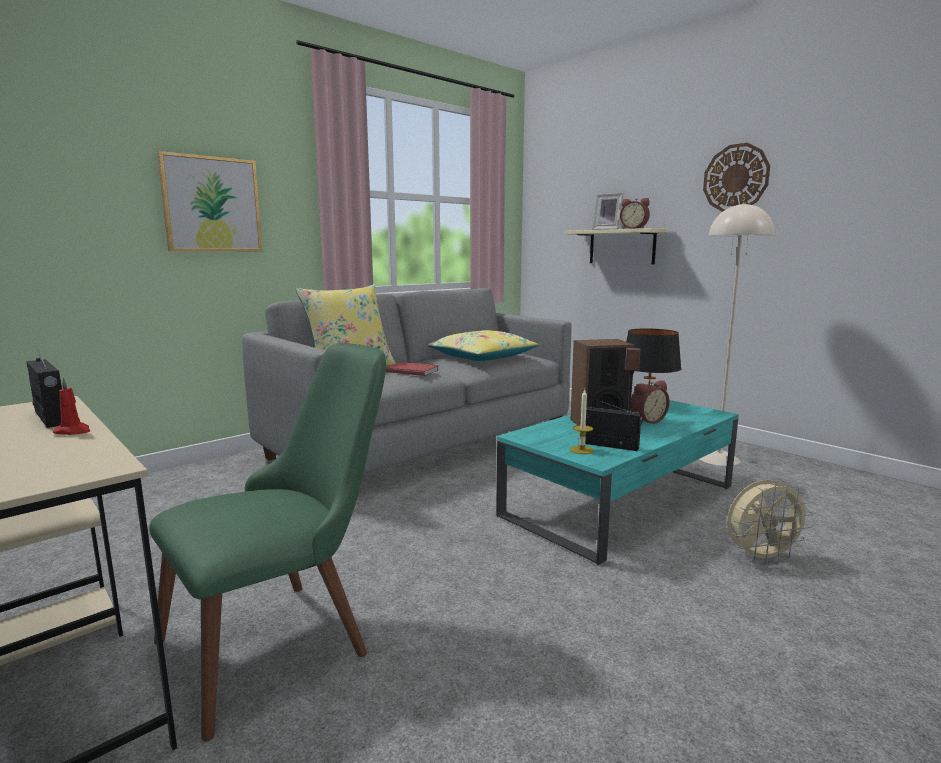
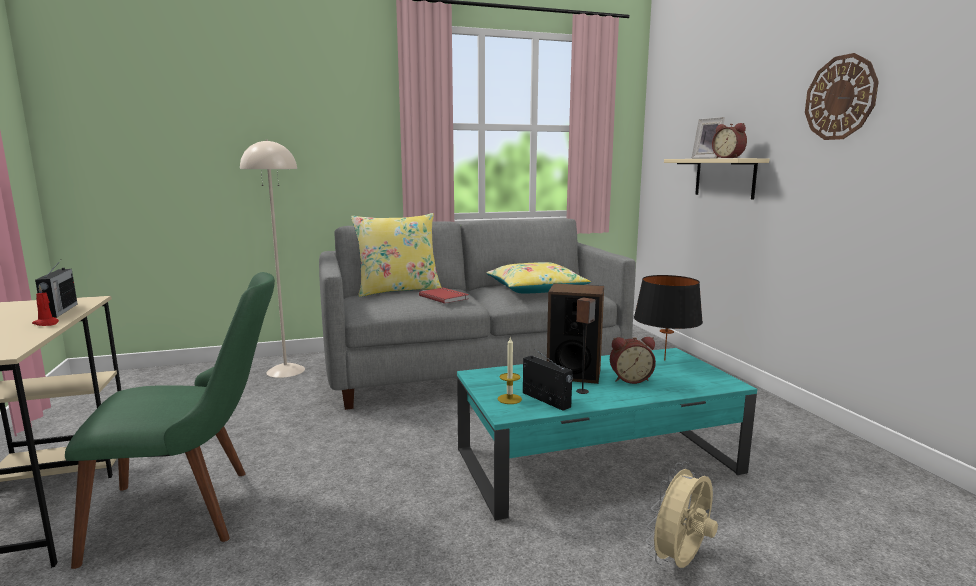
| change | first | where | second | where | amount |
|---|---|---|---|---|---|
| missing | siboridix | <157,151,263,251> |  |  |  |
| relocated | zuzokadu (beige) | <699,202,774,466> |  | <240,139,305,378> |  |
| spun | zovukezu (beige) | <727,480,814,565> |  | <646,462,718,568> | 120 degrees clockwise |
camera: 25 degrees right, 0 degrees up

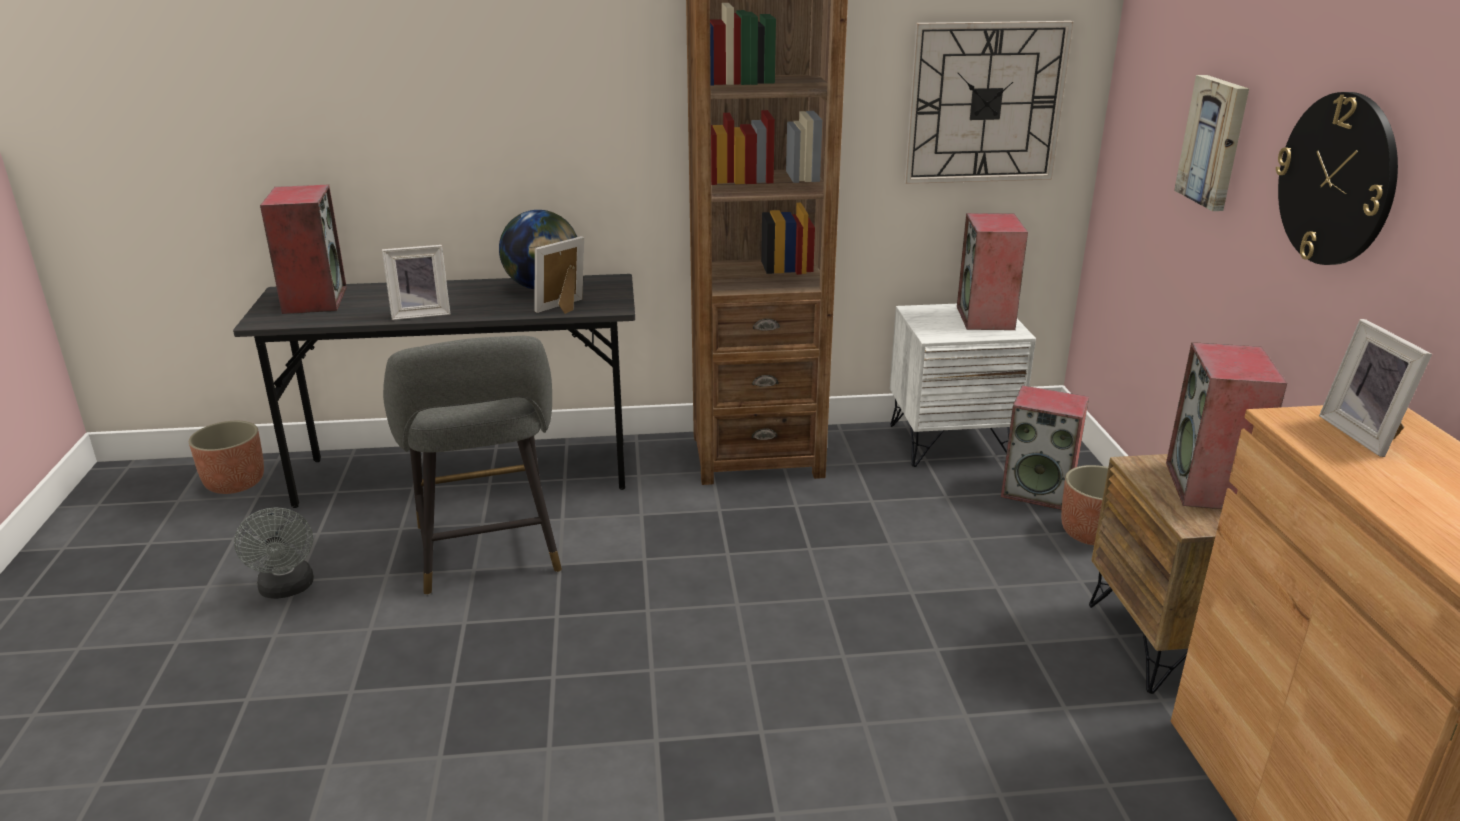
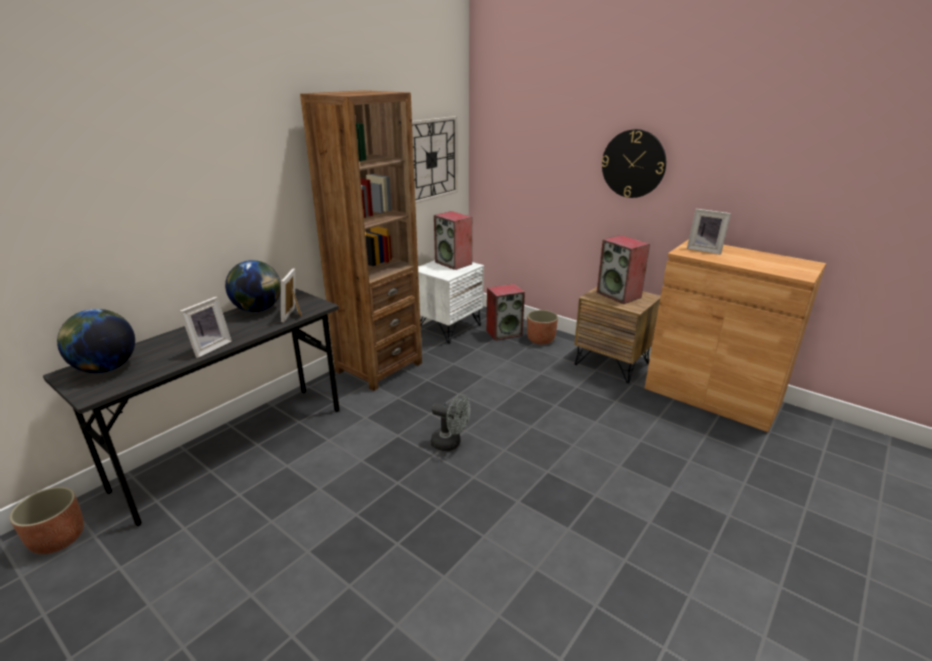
| change | first | where | second | where | amount |
|---|---|---|---|---|---|
| missing | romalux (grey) | <383,336,562,595> |  |  |  |
| missing | siboridix | <1174,75,1249,211> |  |  |  |
| relocated | zovukezu (grey) | <234,508,314,599> |  | <431,394,470,451> |  |
| exchanged | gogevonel | <260,185,347,314> | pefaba | <57,309,135,373> |  |
camera: 45 degrees left, 0 degrees up

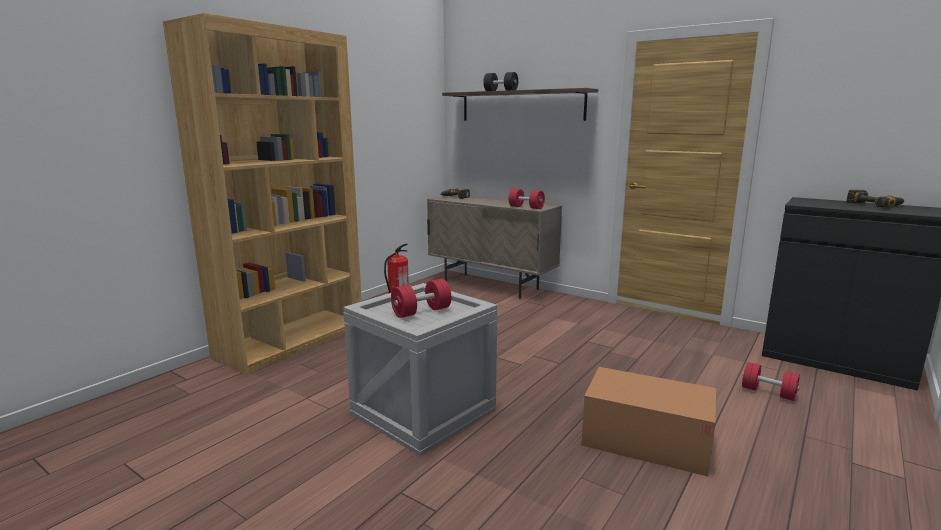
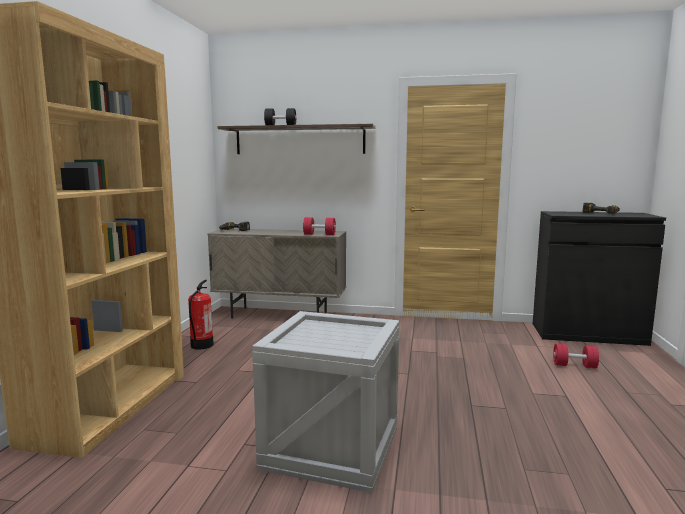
| change | first | where | second | where | amount |
|---|---|---|---|---|---|
| missing | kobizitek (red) | <391,279,451,318> |  |  |  |
| missing | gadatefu | <581,367,716,476> |  |  |  |
camera: 25 degrees left, 5 degrees down

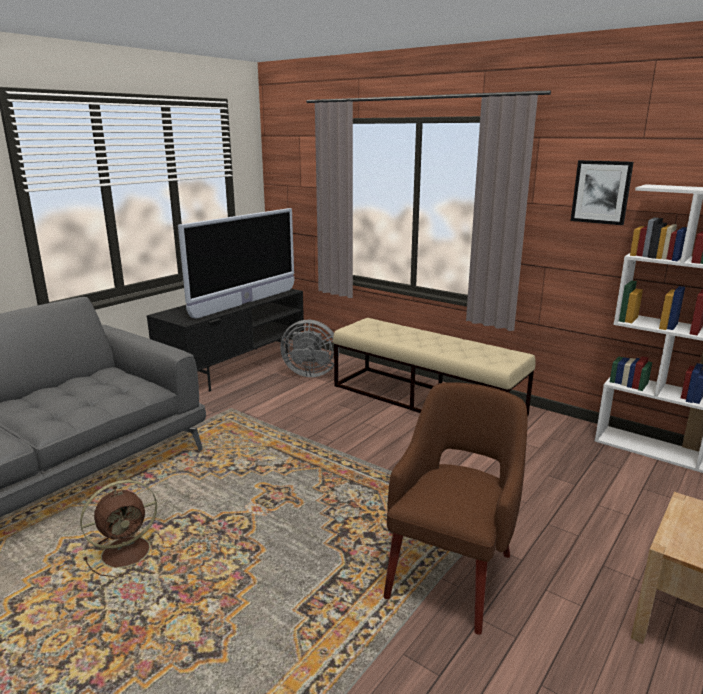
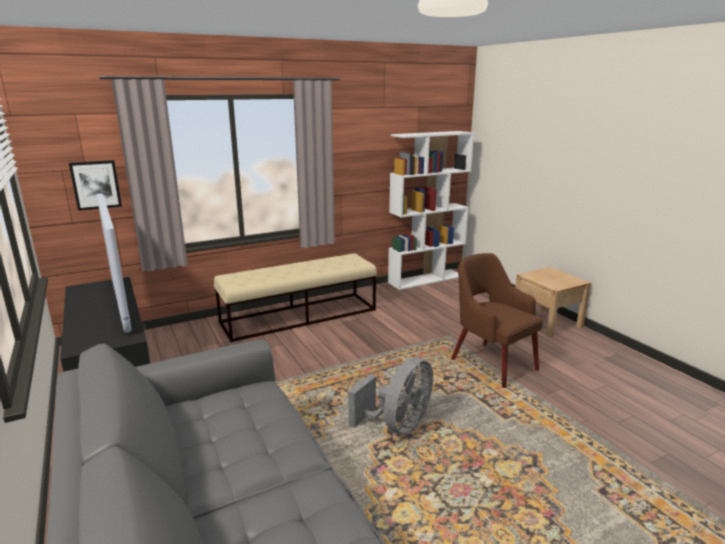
| change | first | where | second | where | amount |
|---|---|---|---|---|---|
| missing | zovukezu (brown) | <80,480,164,577> |  |  |  |
| relocated | zovukezu (grey) | <280,320,339,377> |  | <348,357,433,435> |  |
| relocated | siboridix | <571,160,634,225> |  | <69,160,122,211> |  |
camera: 65 degrees left, 0 degrees up

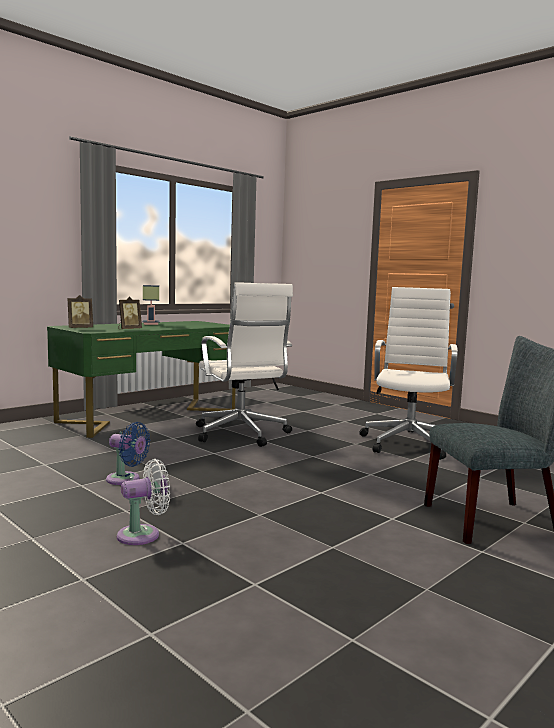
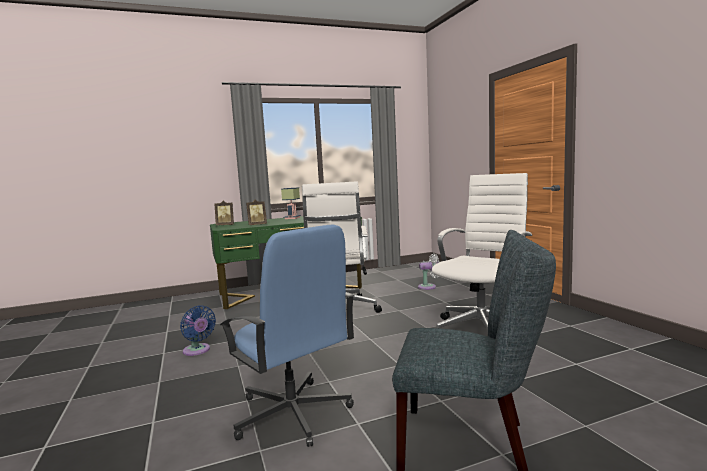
| change | first | where | second | where | amount |
|---|---|---|---|---|---|
| appeared |  |  | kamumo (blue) | <220,224,355,447> |  |
| relocated | zovukezu (white) | <117,459,170,545> |  | <418,254,440,290> |  |
camera: 25 degrees right, 0 degrees up

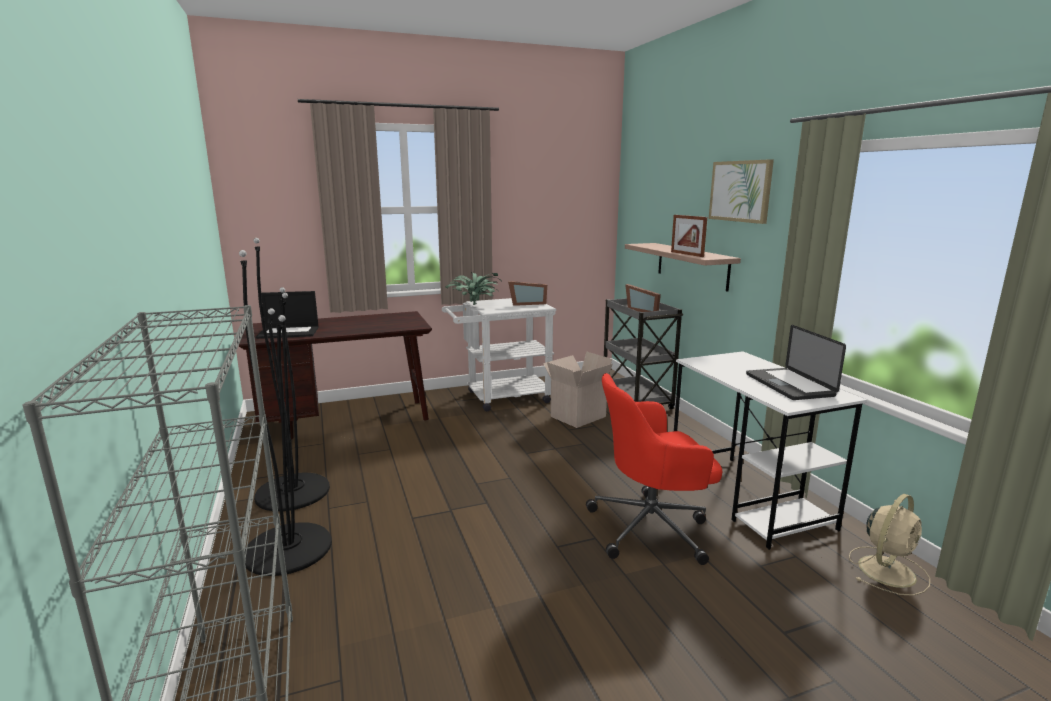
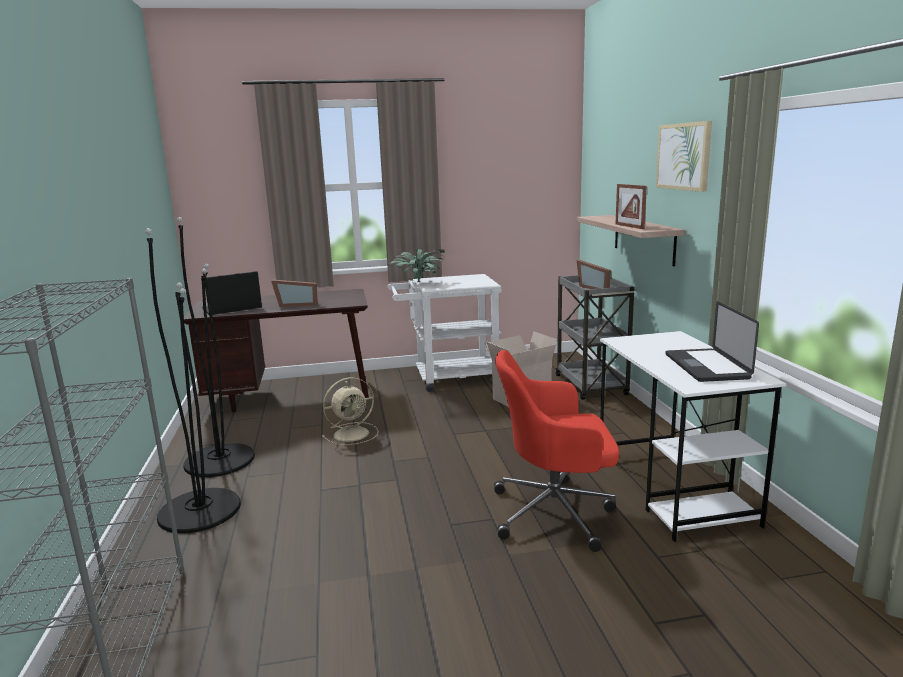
| change | first | where | second | where | amount |
|---|---|---|---|---|---|
| relocated | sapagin | <508,281,547,306> |  | <271,279,318,307> |  |
| relocated | zovukezu (beige) | <849,494,930,596> |  | <322,377,378,445> |  |
| spun | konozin | <256,291,319,339> |  | <202,271,262,315> | 150 degrees clockwise |
camera: 10 degrees right, 0 degrees up

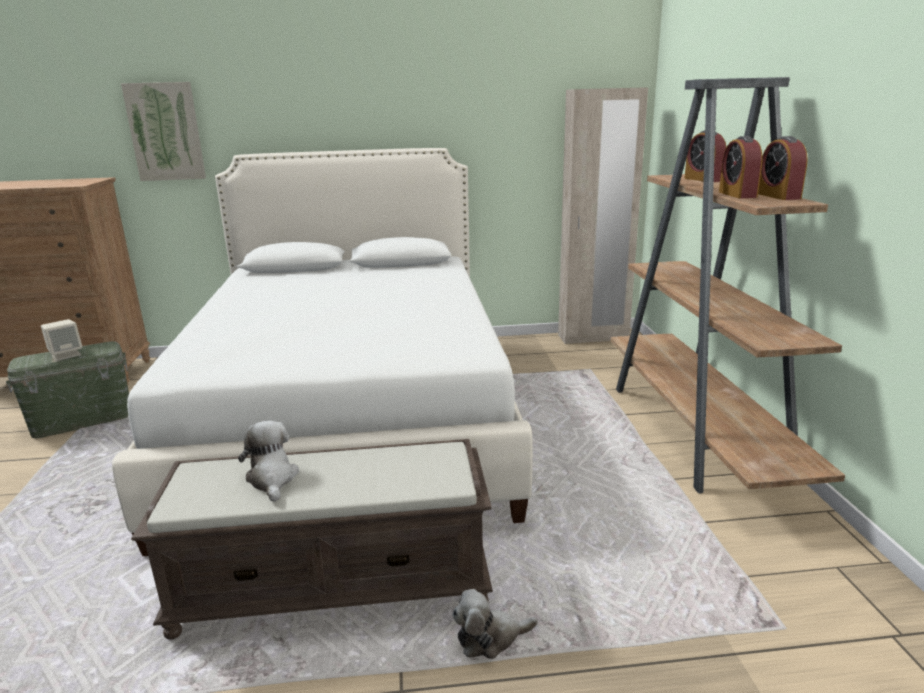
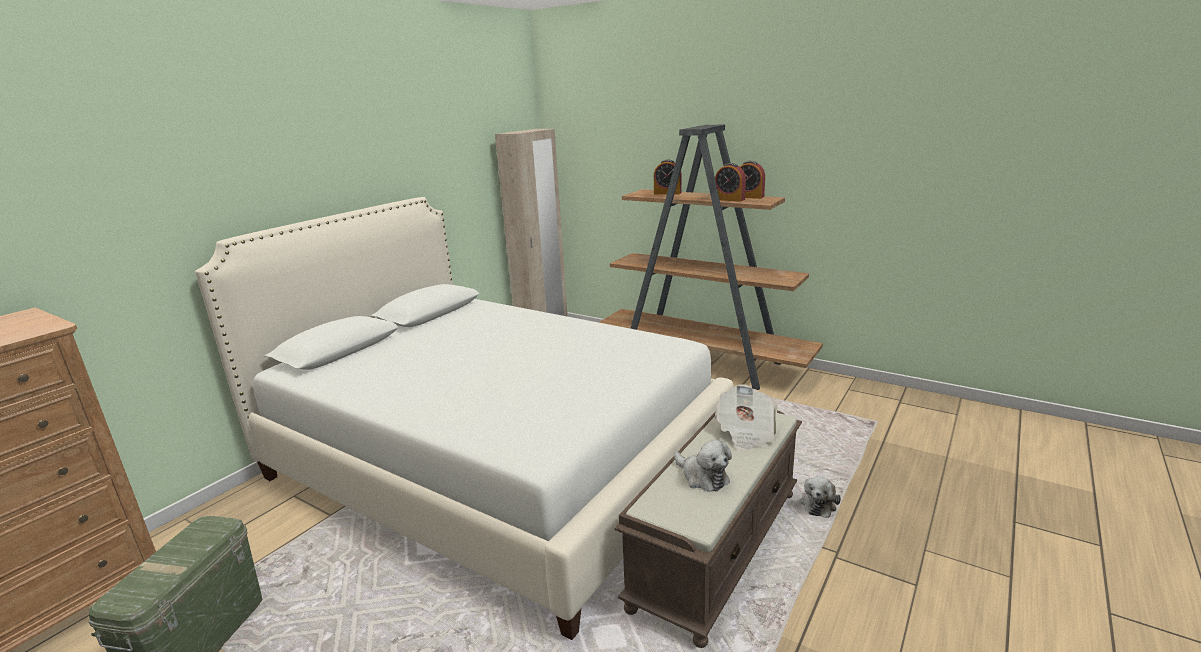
| change | first | where | second | where | amount |
|---|---|---|---|---|---|
| missing | gogevonel (beige) | <41,319,83,361> |  |  |  |
| missing | siboridix | <121,82,206,181> |  |  |  |
| appeared |  |  | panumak | <715,384,778,451> |  |
| spun | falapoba | <238,421,299,502> |  | <674,440,732,492> | 150 degrees counterclockwise |
camera: 50 degrees left, 0 degrees up

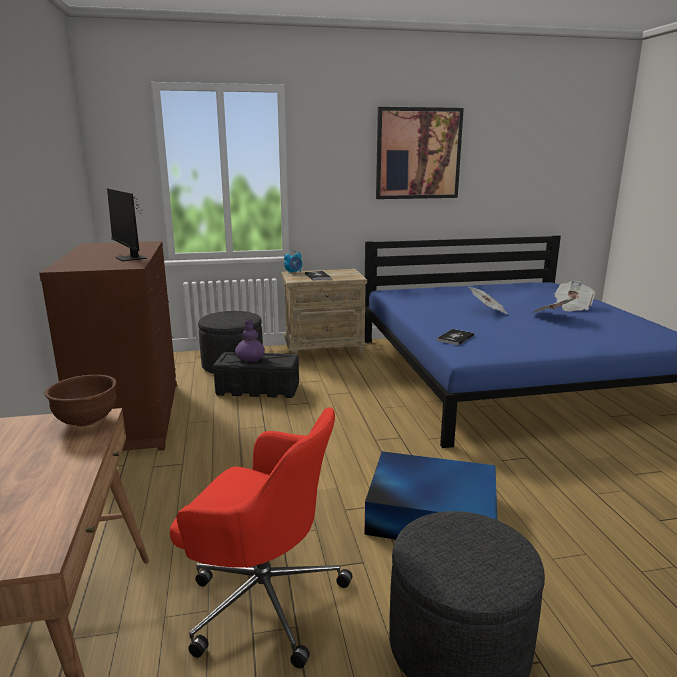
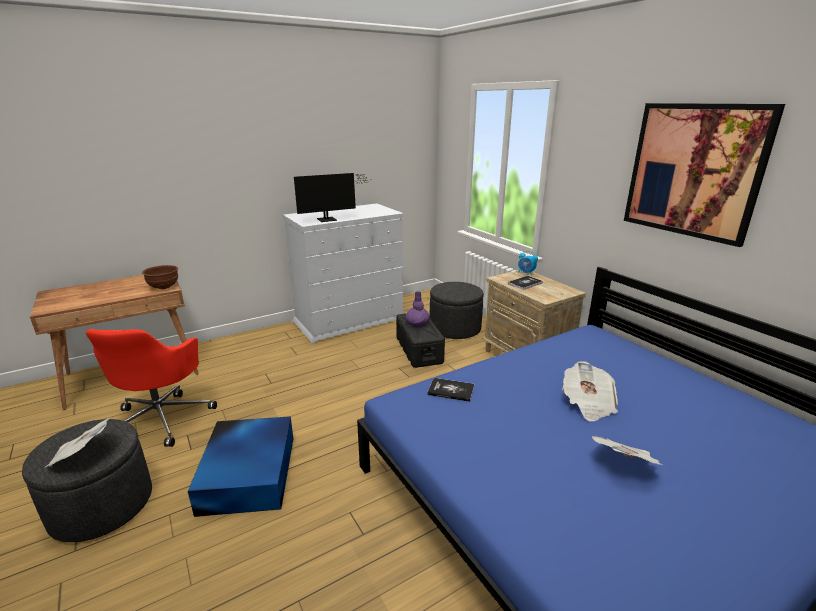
| change | first | where | second | where | amount |
|---|---|---|---|---|---|
| relocated | panumak | <554,281,595,312> |  | <46,418,109,467> |  |
| colour | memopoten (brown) | <39,241,177,451> | memopoten (white) | <283,204,404,344> |  |
| spun | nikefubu | <107,188,147,261> |  | <294,173,366,222> | 150 degrees counterclockwise |
camera: 70 degrees right, 5 degrees up

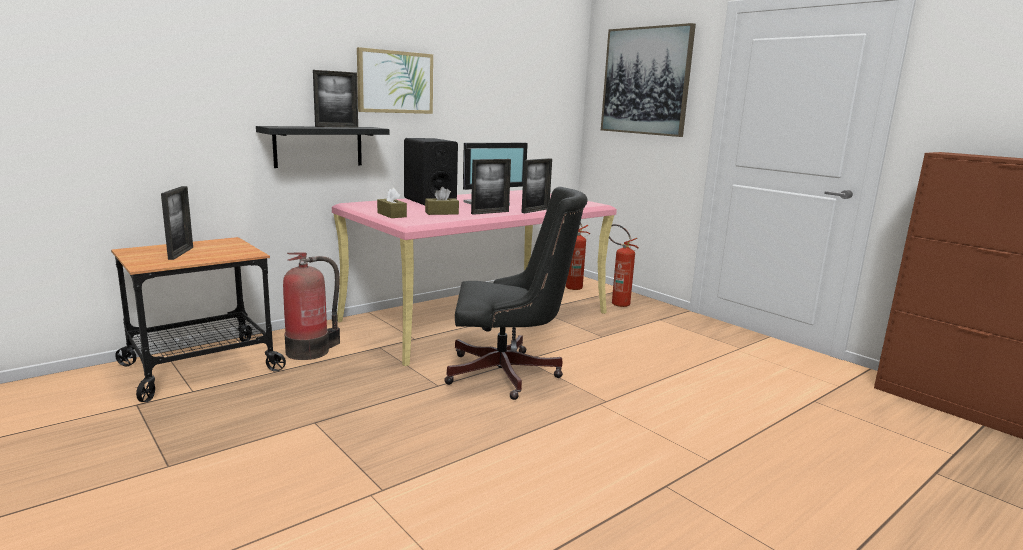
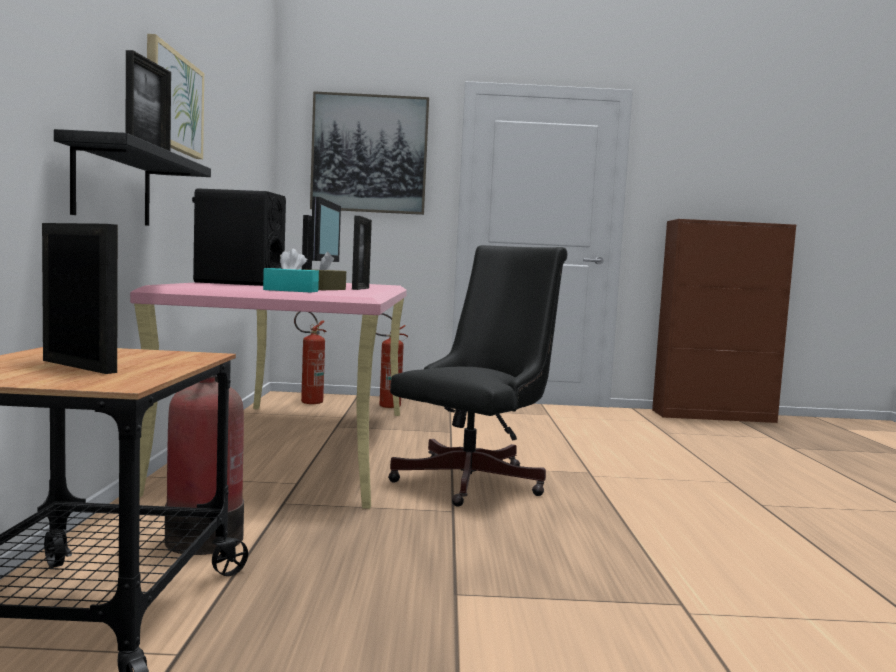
| change | first | where | second | where | amount |
|---|---|---|---|---|---|
| missing | sapagin | <521,158,552,213> |  |  |  |
| colour | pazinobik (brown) | <377,188,407,218> | pazinobik (turquoise) | <263,249,319,293> |  |
camera: 50 degrees left, 10 degrees down

